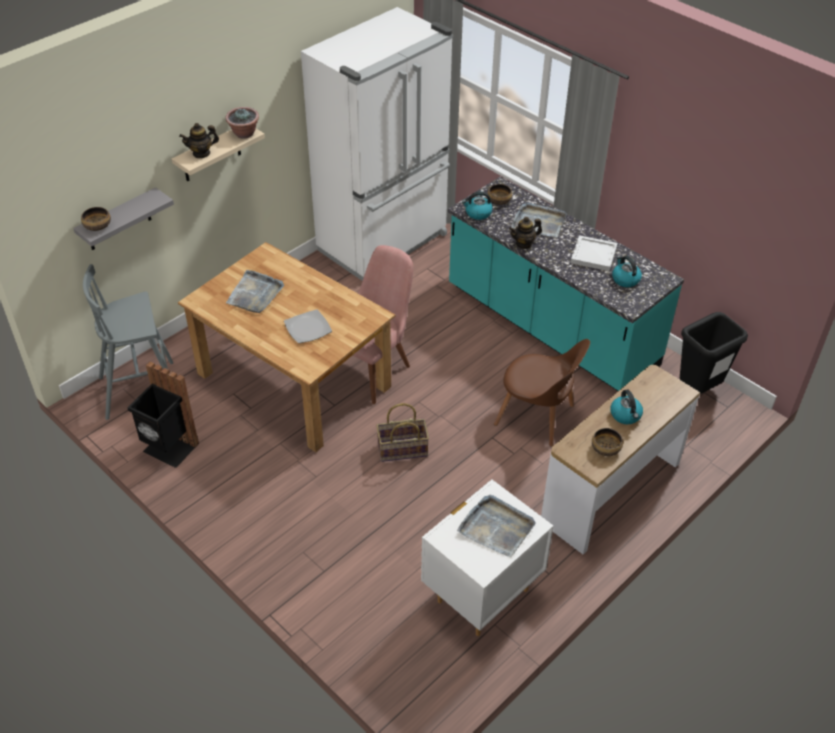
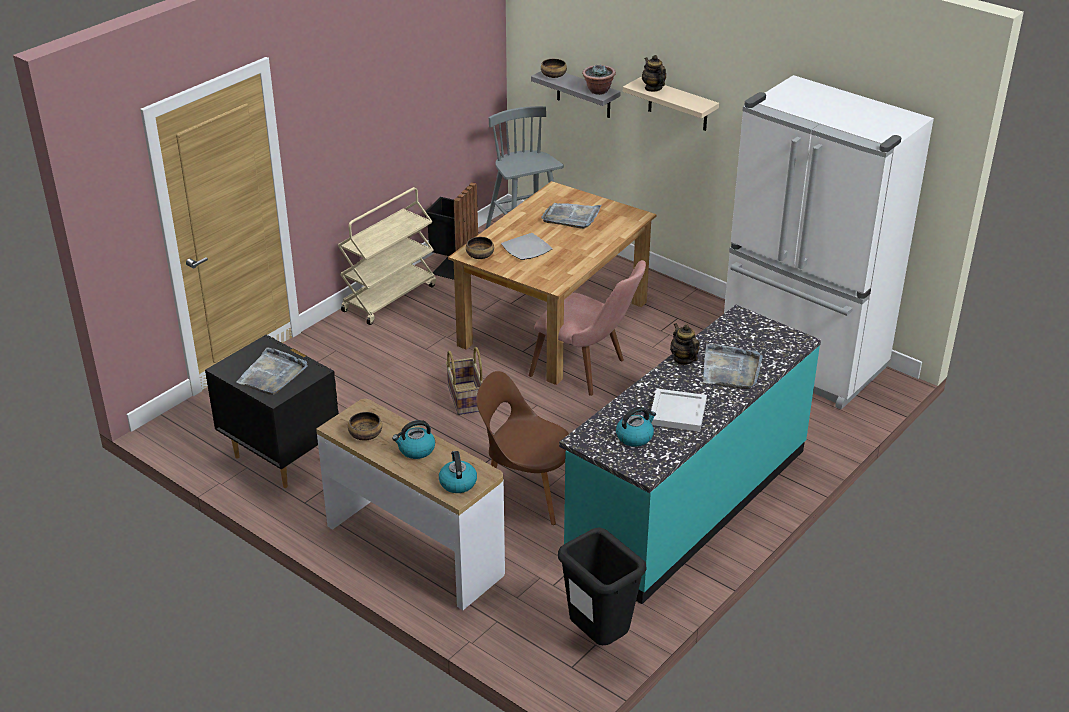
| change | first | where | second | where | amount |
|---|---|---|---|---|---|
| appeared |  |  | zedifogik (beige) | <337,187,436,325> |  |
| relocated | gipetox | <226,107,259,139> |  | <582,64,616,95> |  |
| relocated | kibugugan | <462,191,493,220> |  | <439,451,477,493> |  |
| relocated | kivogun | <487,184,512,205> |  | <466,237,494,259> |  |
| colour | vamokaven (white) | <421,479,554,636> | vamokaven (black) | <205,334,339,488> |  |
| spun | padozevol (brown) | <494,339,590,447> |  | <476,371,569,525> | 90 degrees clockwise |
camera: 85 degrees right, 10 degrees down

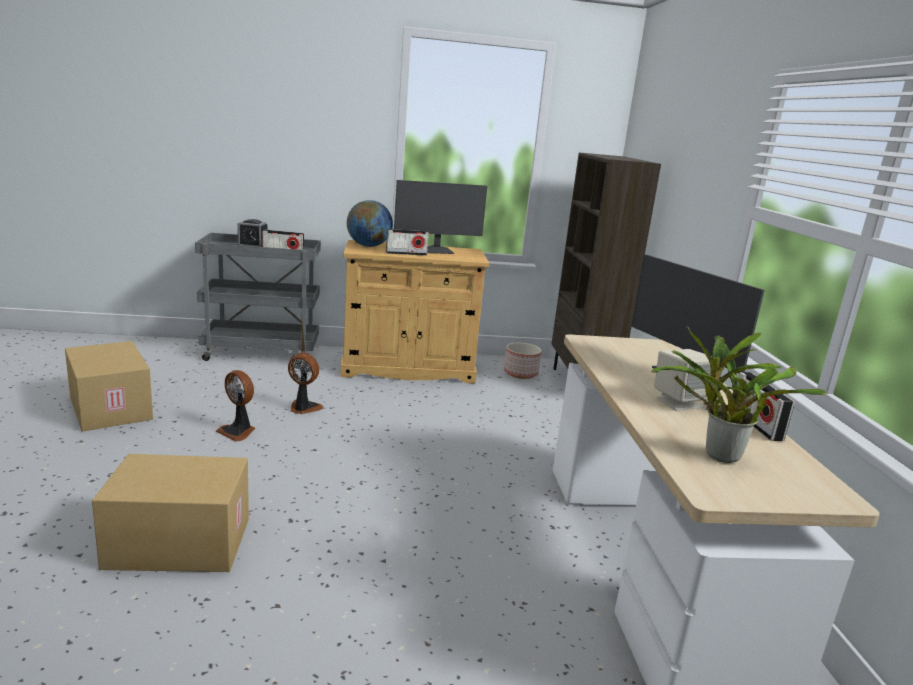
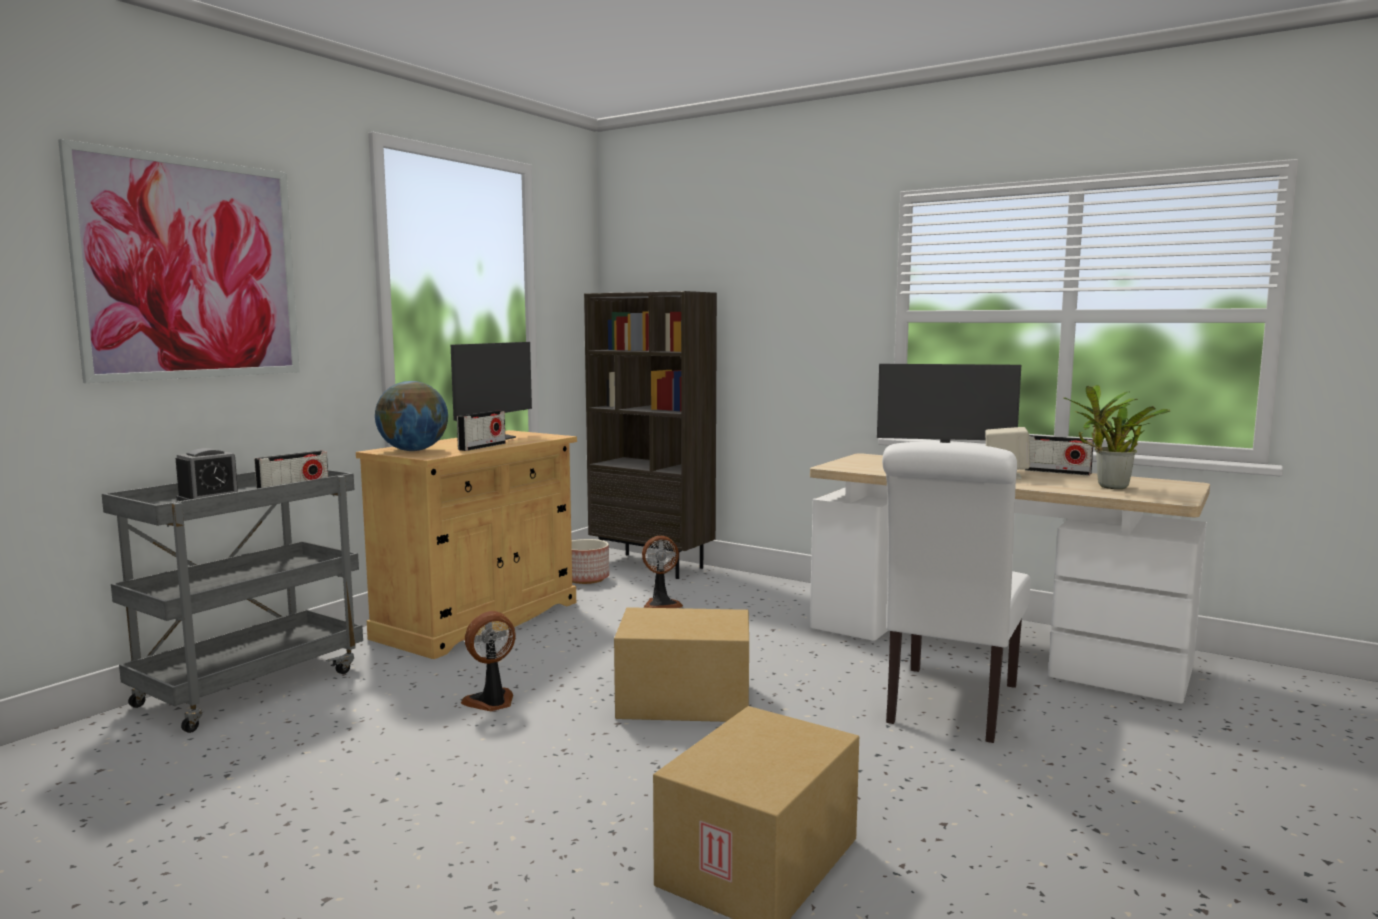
| change | first | where | second | where | amount |
|---|---|---|---|---|---|
| appeared |  |  | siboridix | <58,139,300,383> |  |
| appeared |  |  | padozevol (white) | <882,442,1031,743> |  |
| relocated | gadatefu | <65,341,153,431> |  | <614,607,749,722> |  |
| relocated | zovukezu | <216,370,255,441> |  | <642,536,683,608> |  |
camera: 50 degrees left, 10 degrees down

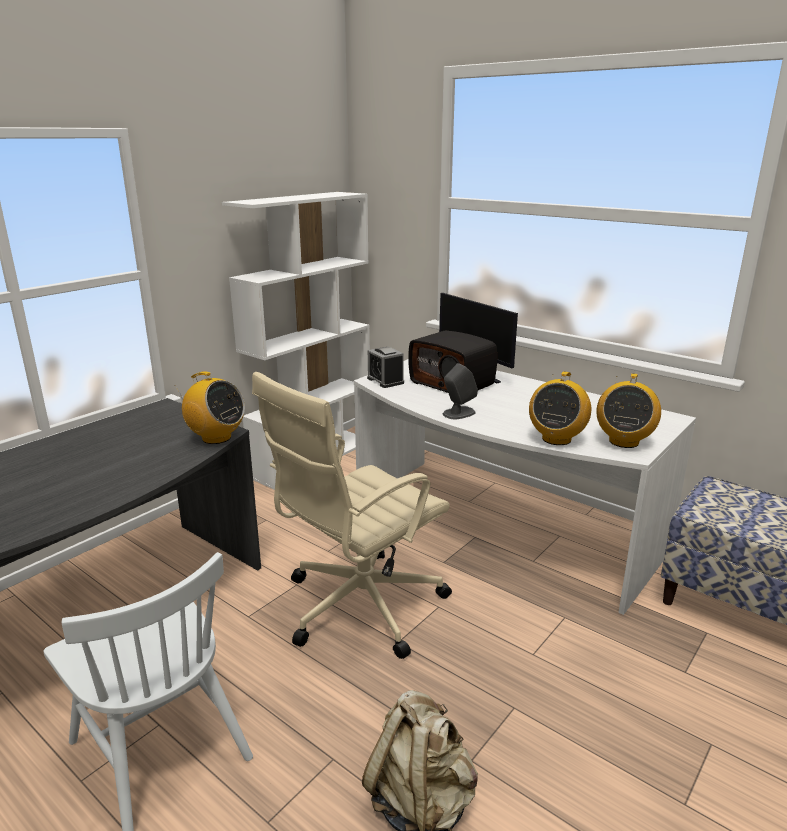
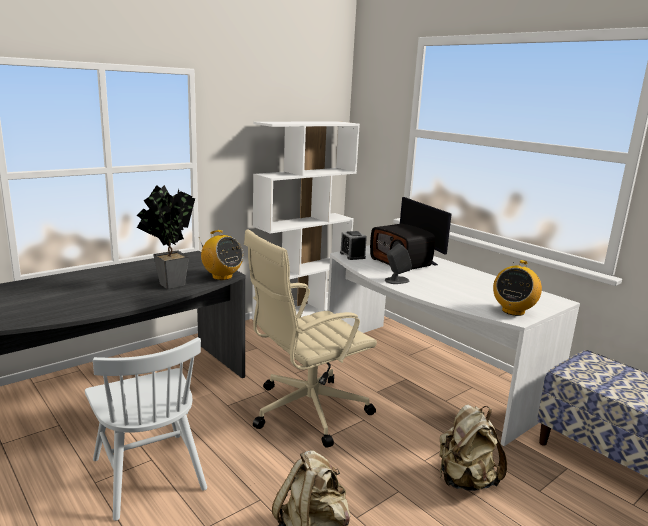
| change | first | where | second | where | amount |
|---|---|---|---|---|---|
| missing | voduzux | <529,371,591,445> |  |  |  |
| appeared |  |  | gipetox | <137,185,195,289> |  |
| appeared |  |  | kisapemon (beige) | <439,405,507,491> |  |
camera: 10 degrees right, 5 degrees down

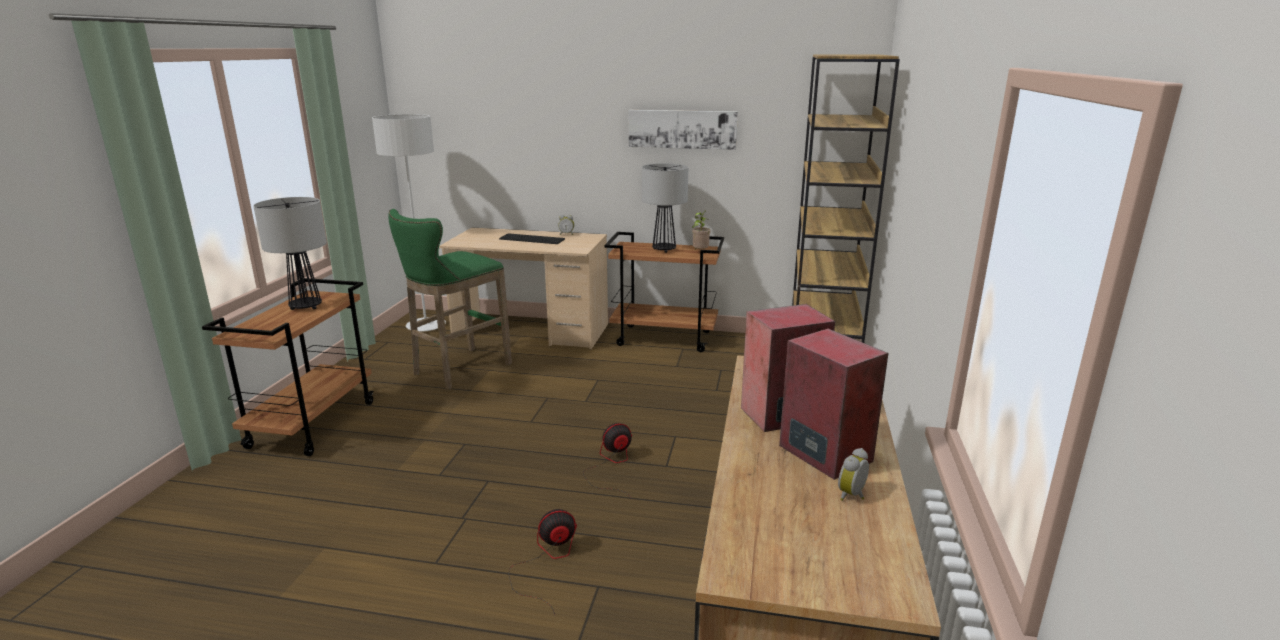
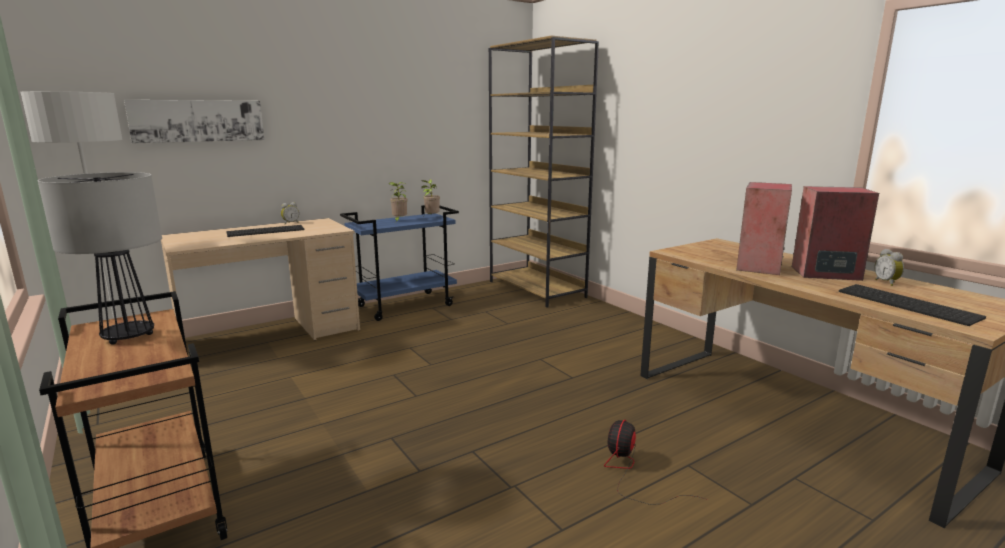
| change | first | where | second | where | amount |
|---|---|---|---|---|---|
| missing | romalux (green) | <388,209,512,390> |  |  |  |
| missing | zovukezu | <583,423,633,500> |  |  |  |
| appeared |  |  | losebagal | <839,284,986,326> |  |
| relocated | siboridix | <629,110,738,150> |  | <124,100,264,143> |  |
| exchanged | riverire | <642,163,688,253> | gipetox | <389,182,408,222> |  |
| colour | zedifogik (brown) | <605,232,724,352> | zedifogik (blue) | <340,205,459,321> |  |
camera: 45 degrees left, 5 degrees down

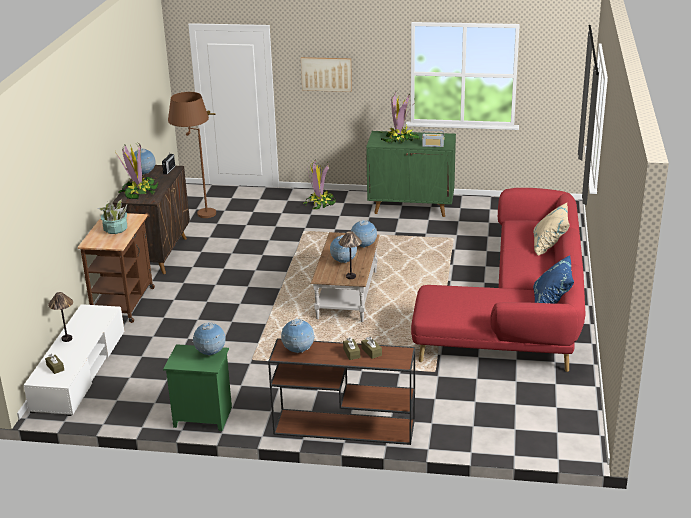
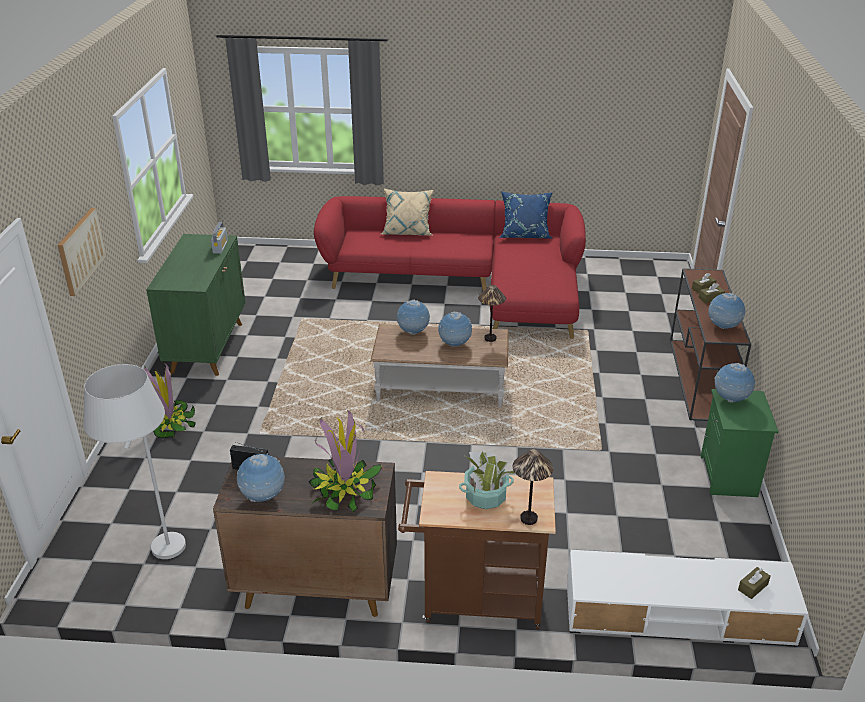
| change | first | where | second | where | amount |
|---|---|---|---|---|---|
| missing | gipetox | <379,91,420,143> |  |  |  |
| relocated | riverire | <48,292,73,342> |  | <512,449,553,525> |  |
| colour | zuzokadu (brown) | <168,92,216,218> | zuzokadu (white) | <83,364,186,559> |  |
camera: 95 degrees left, 5 degrees up

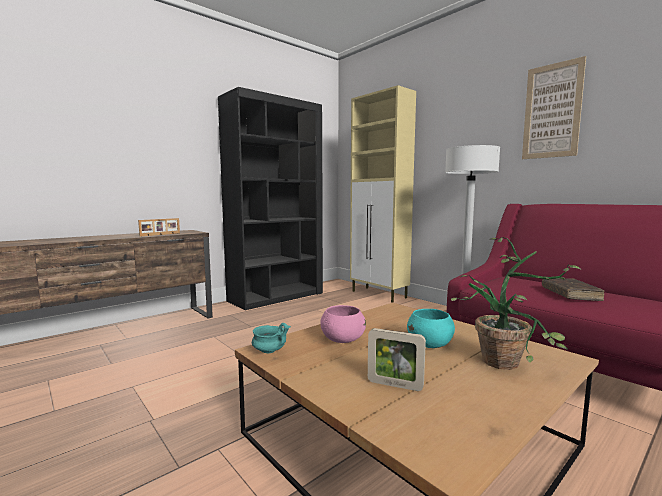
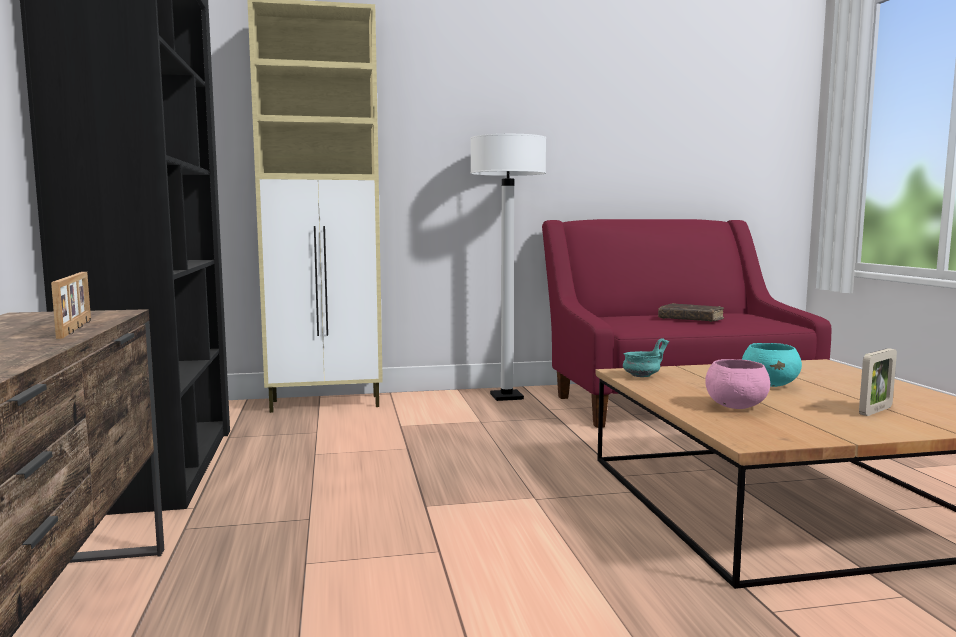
| change | first | where | second | where | amount |
|---|---|---|---|---|---|
| missing | gipetox | <451,237,580,370> |  |  |  |
| missing | siboridix | <522,56,586,159> |  |  |  |
| relocated | kivogun (turquoise) | <252,323,291,353> |  | <623,338,669,377> |  |
camera: 60 degrees left, 0 degrees up

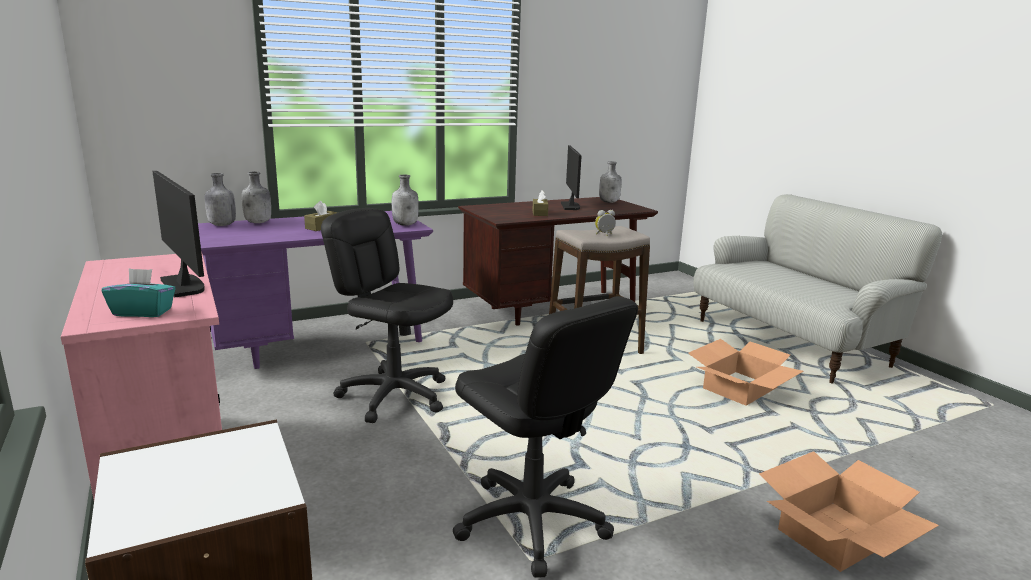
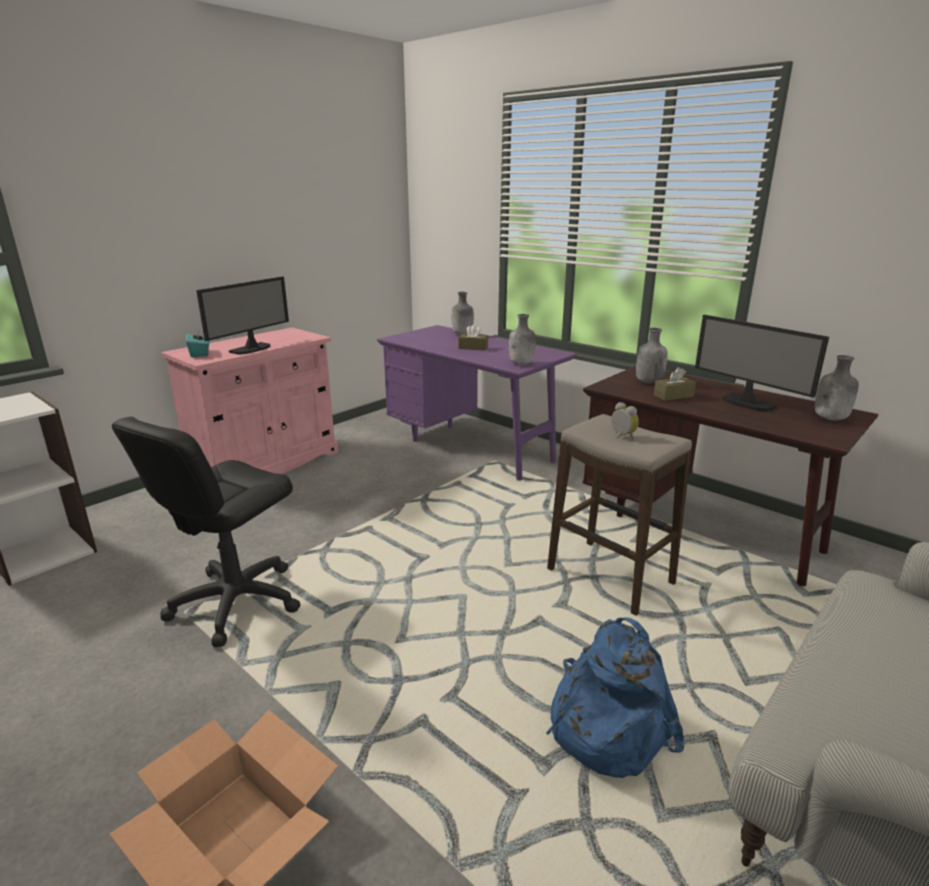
| change | first | where | second | where | amount |
|---|---|---|---|---|---|
| missing | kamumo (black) | <321,208,453,423> |  |  |  |
| relocated | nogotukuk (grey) | <205,173,236,226> |  | <636,328,668,384> |  |
| exchanged | gadatefu | <688,339,803,406> | kisapemon (blue) | <546,617,685,778> |  |
| spun | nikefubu | <561,145,582,210> |  | <695,315,829,412> | 75 degrees clockwise |
camera: 70 degrees right, 5 degrees up

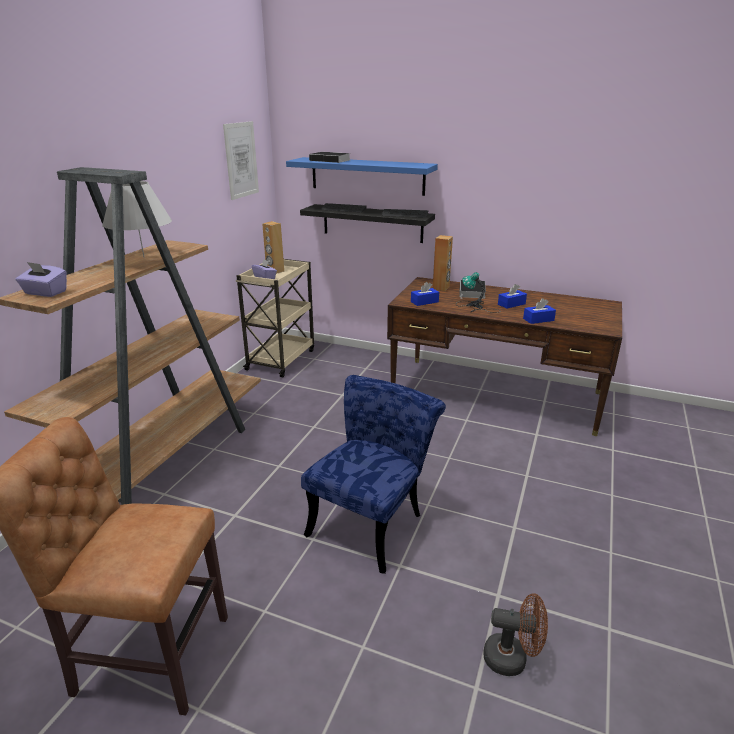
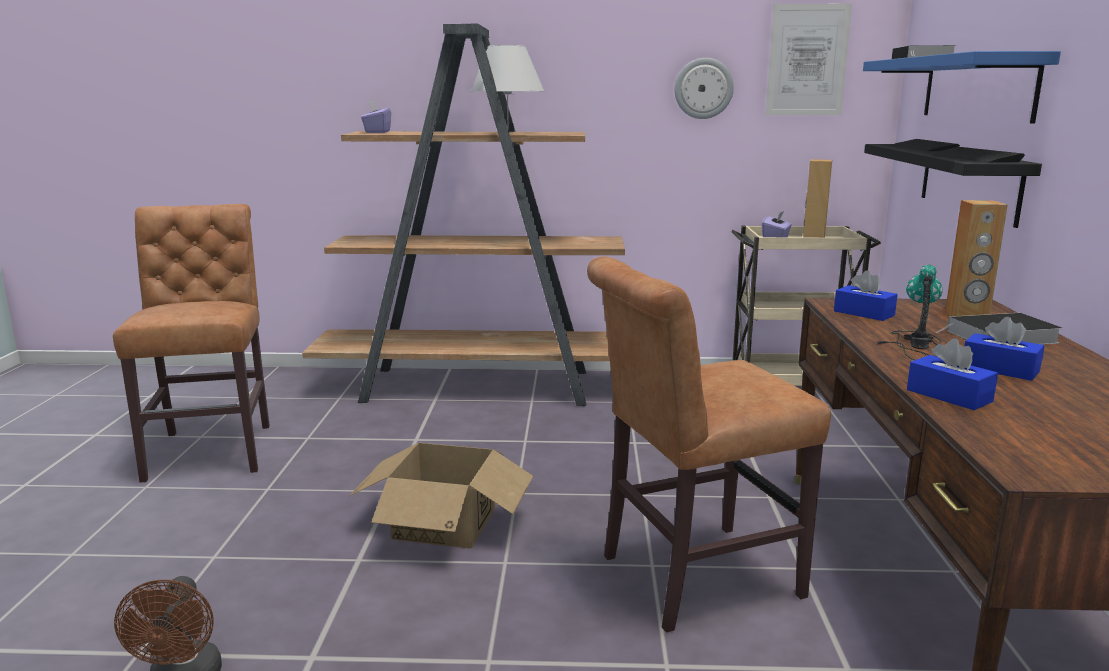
| change | first | where | second | where | amount |
|---|---|---|---|---|---|
| appeared |  |  | padozevol (brown) | <587,256,831,633> |  |
| appeared |  |  | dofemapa | <675,58,734,119> |  |
| exchanged | padozevol (blue) | <301,375,446,574> | gadatefu | <349,443,533,549> |  |
camera: 70 degrees right, 10 degrees down

